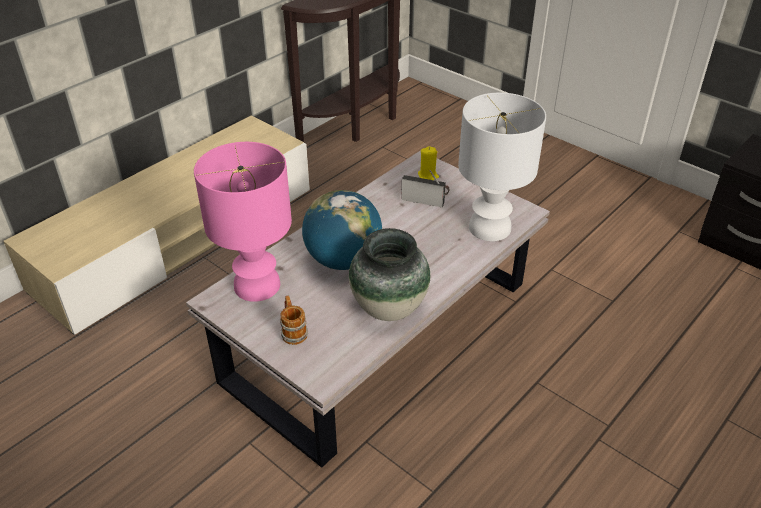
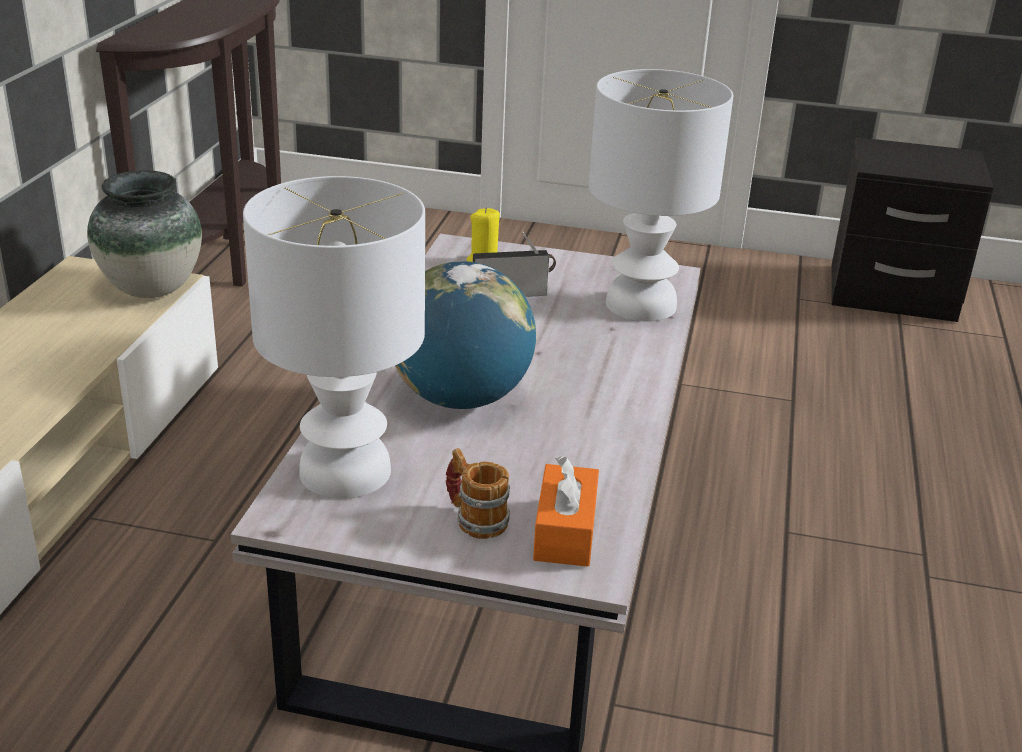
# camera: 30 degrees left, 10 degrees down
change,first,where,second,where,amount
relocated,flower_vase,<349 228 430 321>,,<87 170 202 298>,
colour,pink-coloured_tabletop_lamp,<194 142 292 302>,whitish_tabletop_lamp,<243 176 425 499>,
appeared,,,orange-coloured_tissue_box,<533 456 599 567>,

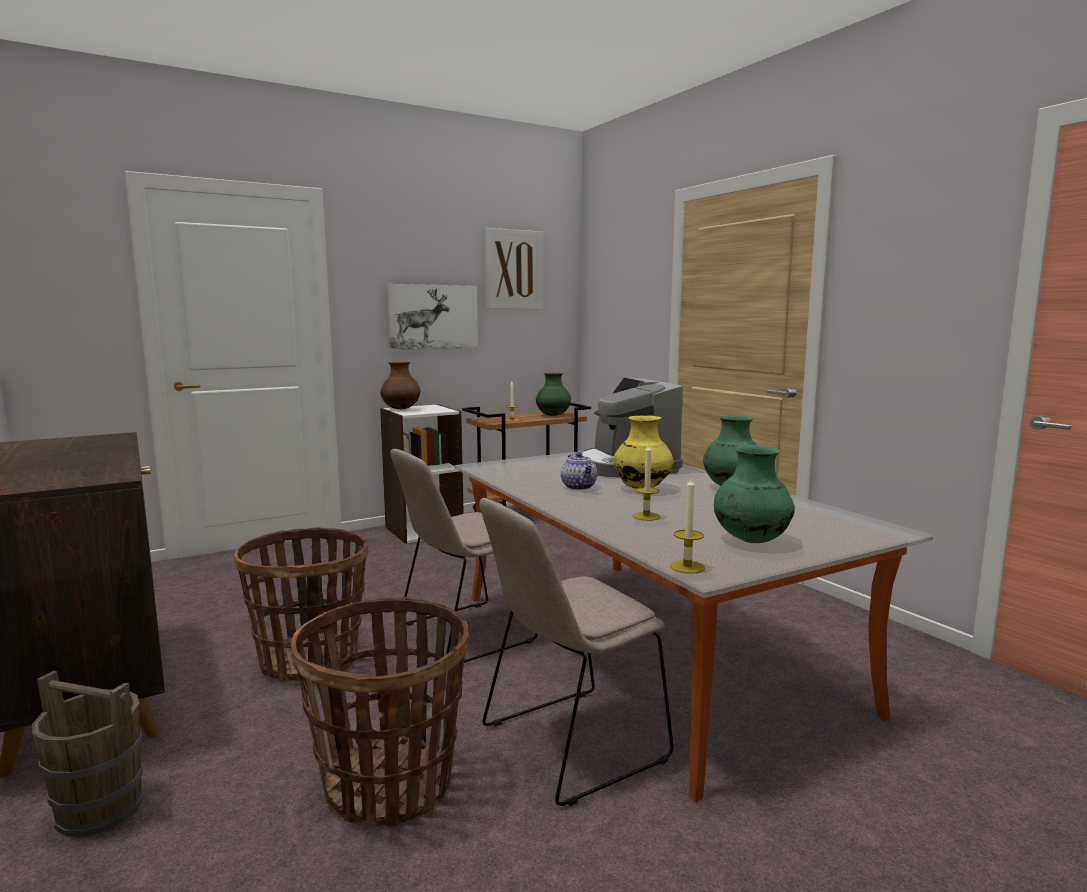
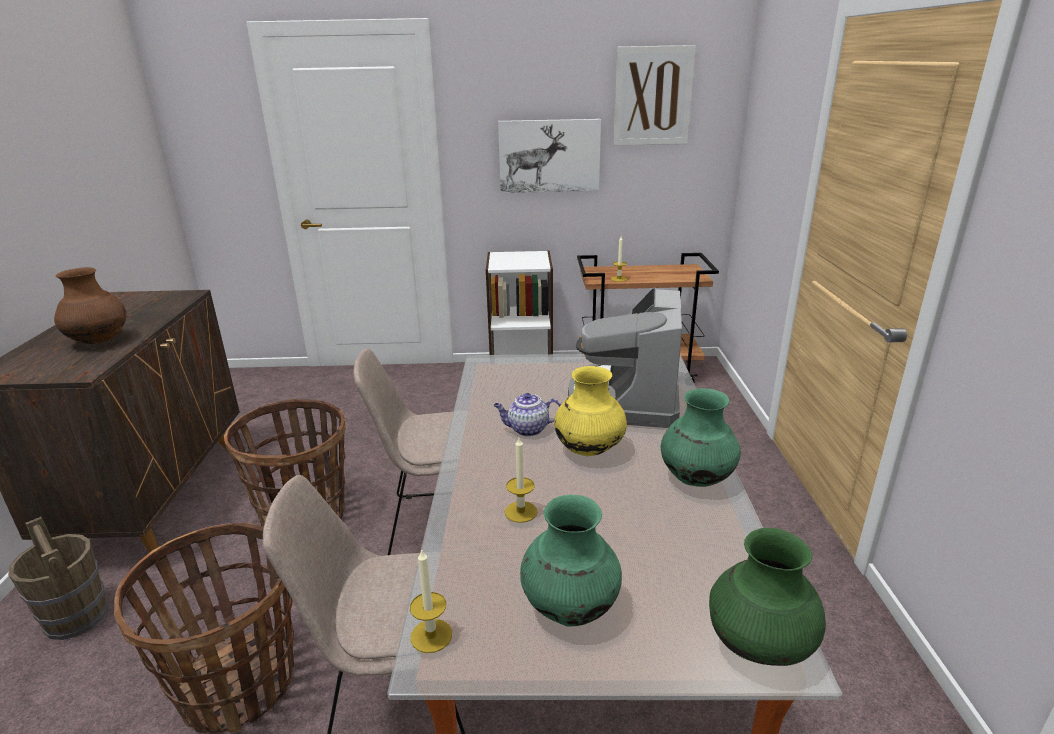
# camera: 30 degrees right, 15 degrees up
change,first,where,second,where,amount
relocated,brown-coloured_flower_vase,<380 362 420 409>,,<54 267 126 344>,
spun,pot_for_tea,<561 452 597 490>,,<494 393 561 436>,75 degrees clockwise
relocated,greenish_flower_vase,<536 373 571 416>,,<709 527 826 666>,

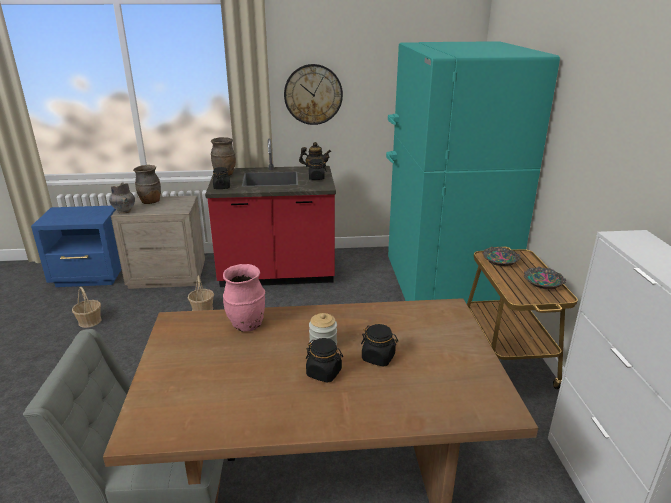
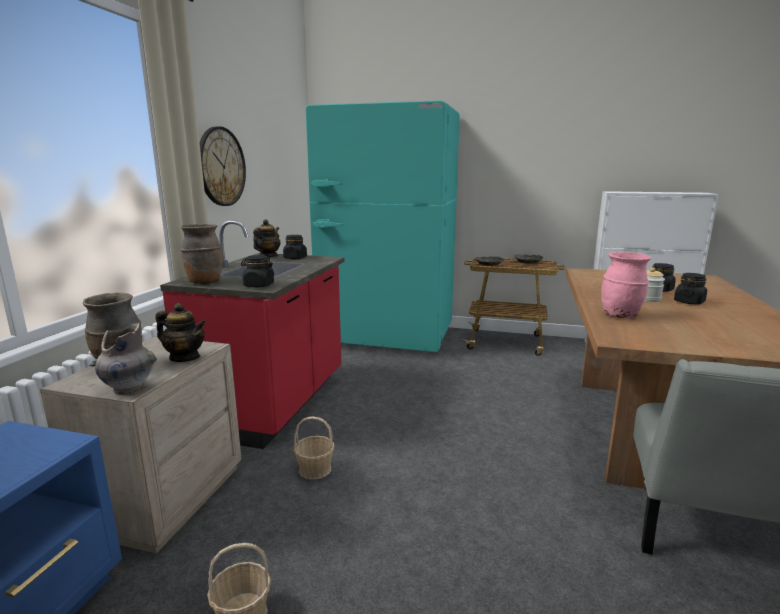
# camera: 70 degrees left, 10 degrees down
change,first,where,second,where,amount
appeared,,,pot_for_tea,<156 303 206 362>,

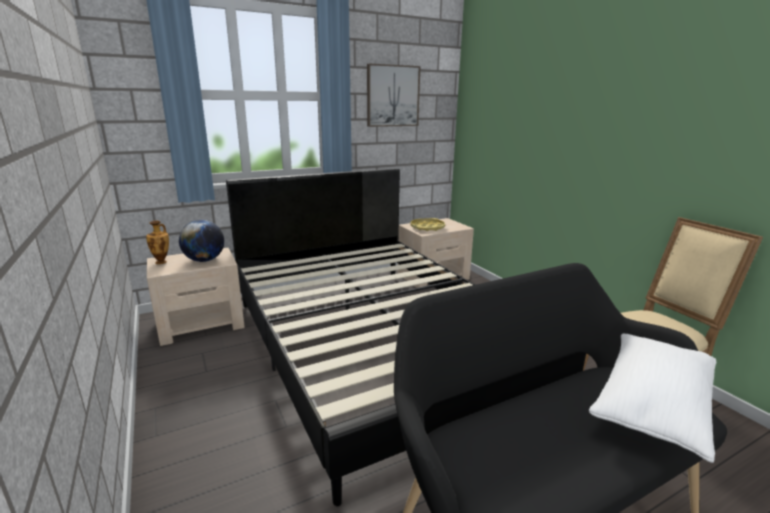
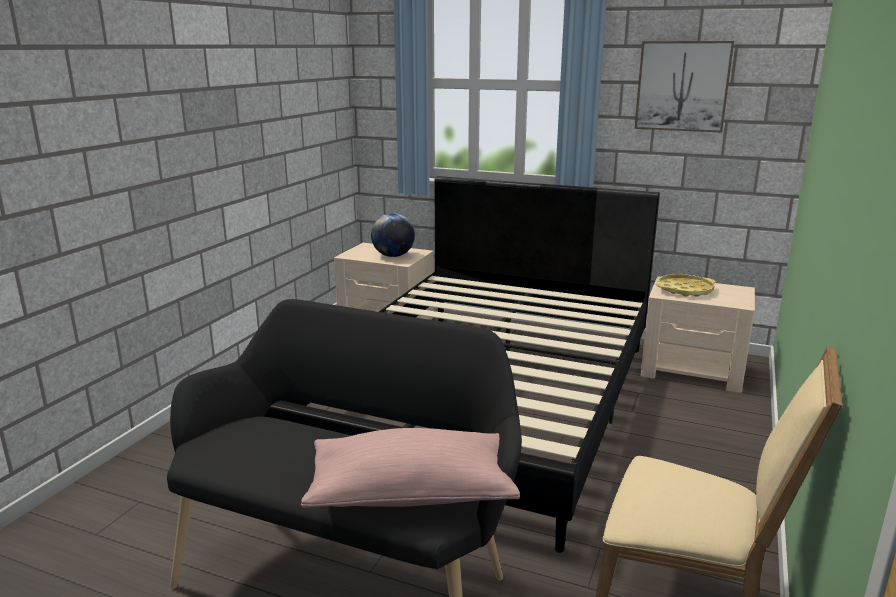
# camera: 50 degrees right, 0 degrees up
change,first,where,second,where,amount
colour,whitish_pillow,<589 334 717 463>,pink-coloured_pillow,<301 428 520 508>,
missing,flower_vase,<146 221 169 264>,,,

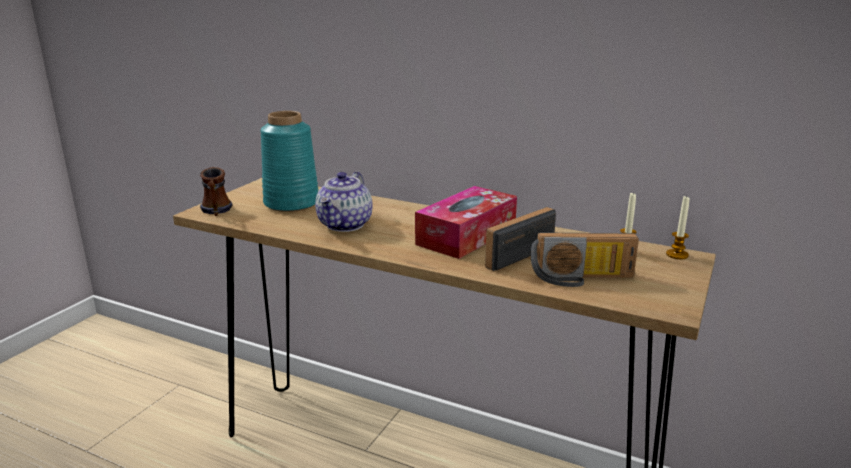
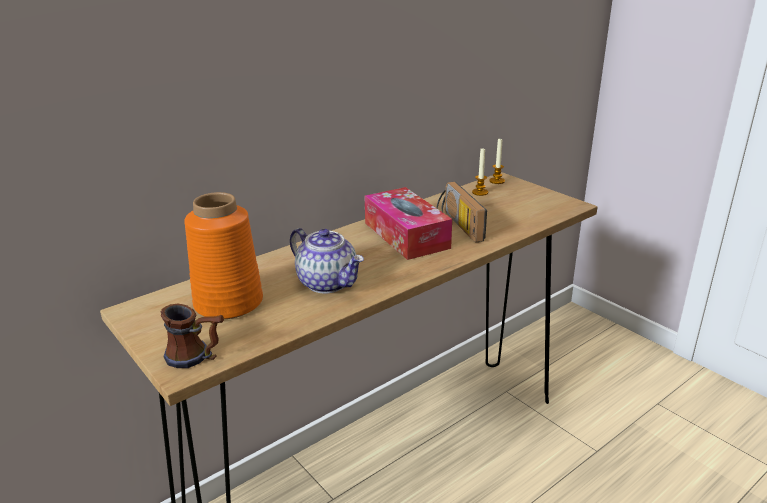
# camera: 65 degrees left, 5 degrees up
change,first,where,second,where,amount
colour,blue-green_flower_vase,<261 111 318 212>,orange-coloured_flower_vase,<184 192 263 319>,
missing,radio_receiver,<531 232 639 287>,,,

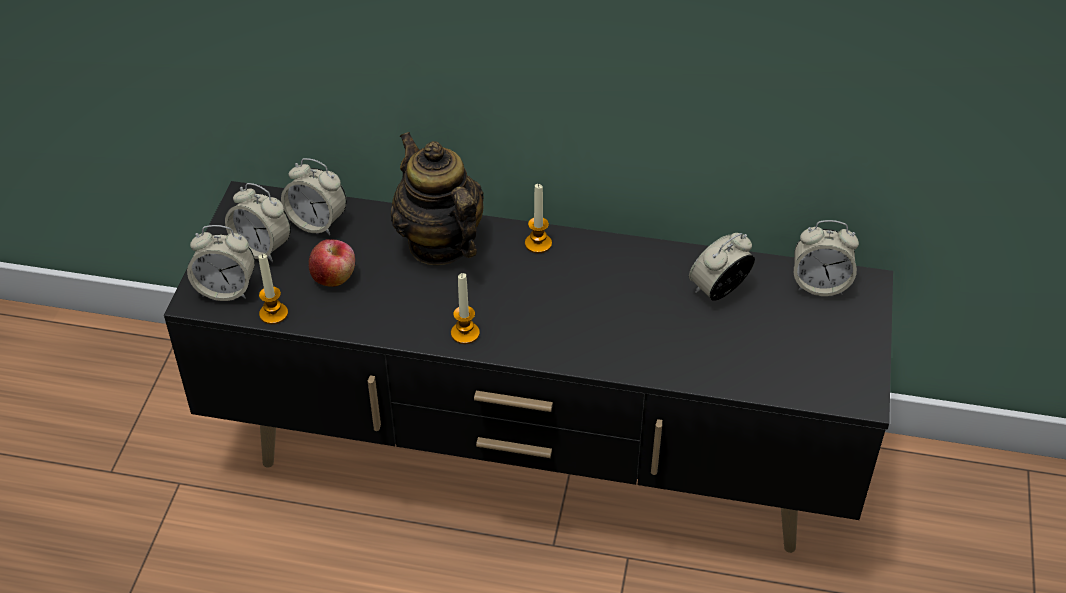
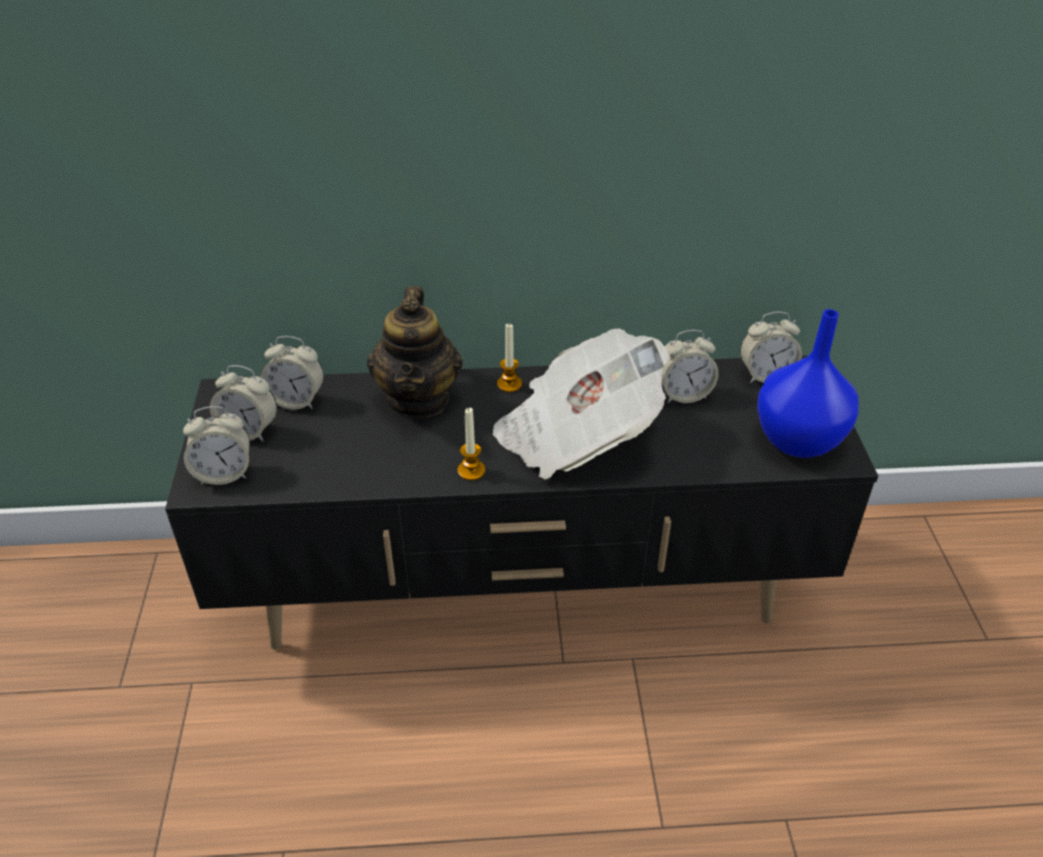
# camera: 15 degrees left, 5 degrees down
change,first,where,second,where,amount
spun,pot_for_tea,<391 132 484 265>,,<367 286 462 418>,135 degrees counterclockwise
appeared,,,newspaper,<493 328 670 479>,
spun,alarm_clock,<689 233 755 301>,,<661 330 719 403>,135 degrees counterclockwise
appeared,,,blue_flower_vase,<757 309 859 458>,
missing,candle,<258 254 288 324>,,,
missing,apple,<309 239 355 287>,,,

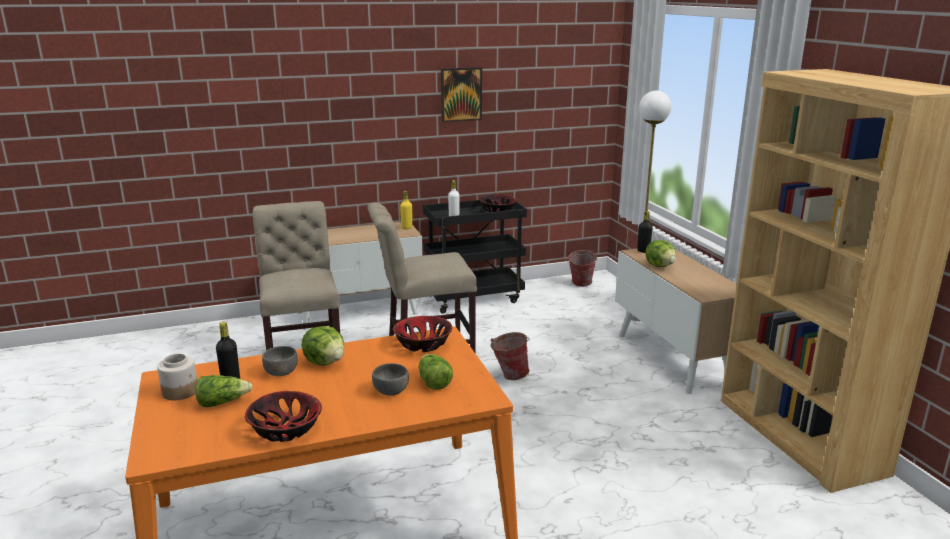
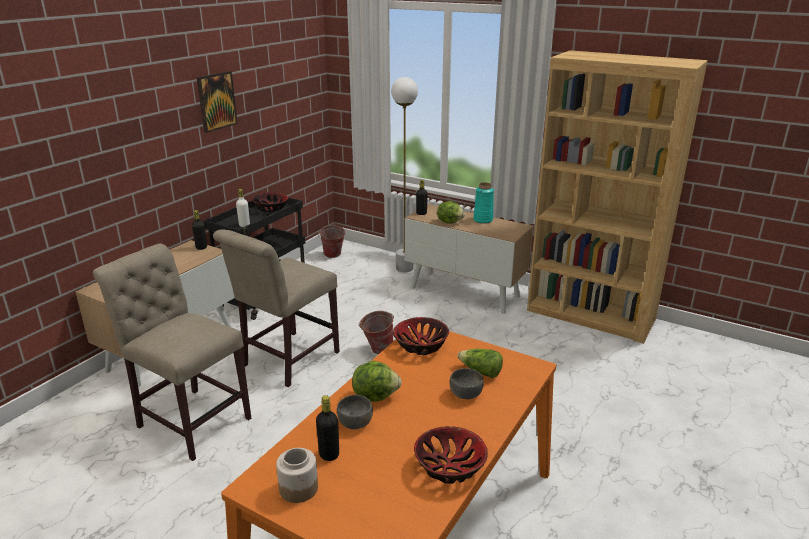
# camera: 40 degrees left, 5 degrees up
change,first,where,second,where,amount
colour,yellowish_drink_bottle,<400 191 413 229>,black-coloured_drink_bottle,<192 210 207 250>,
appeared,,,blue-green_flower_vase,<473 182 494 224>,
missing,lettuce_head,<195 375 253 407>,,,

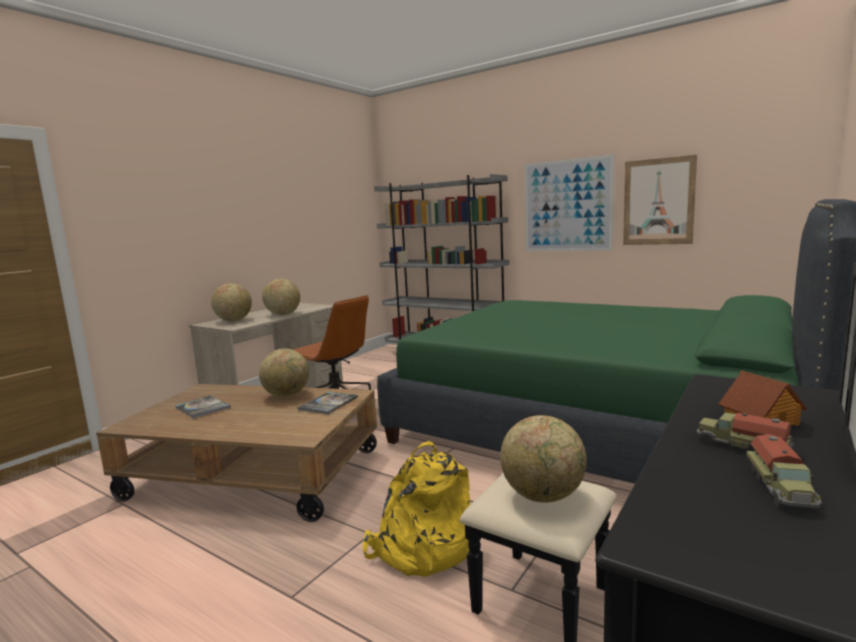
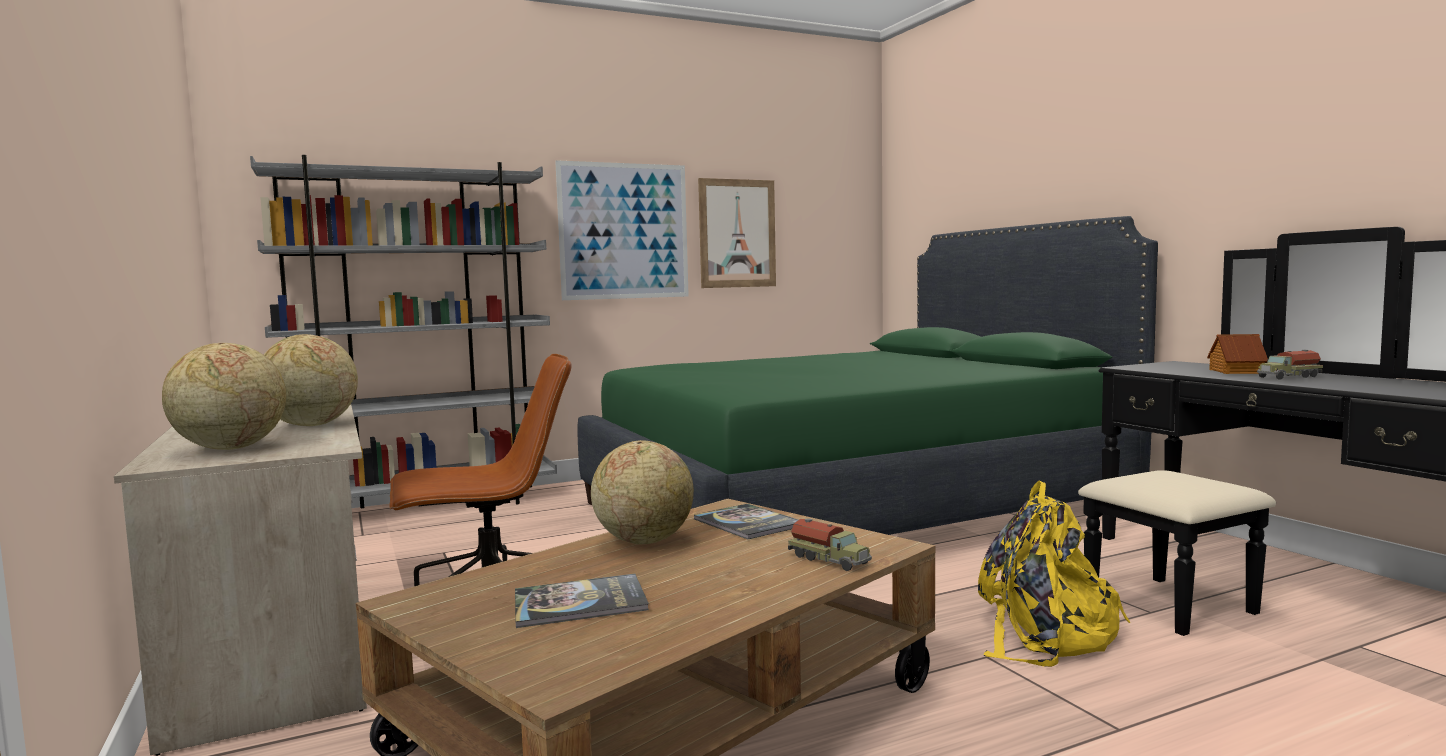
# camera: 60 degrees left, 5 degrees down
change,first,where,second,where,amount
relocated,toy_truck,<746 434 822 510>,,<788 519 872 571>,
missing,globe,<500 415 587 503>,,,

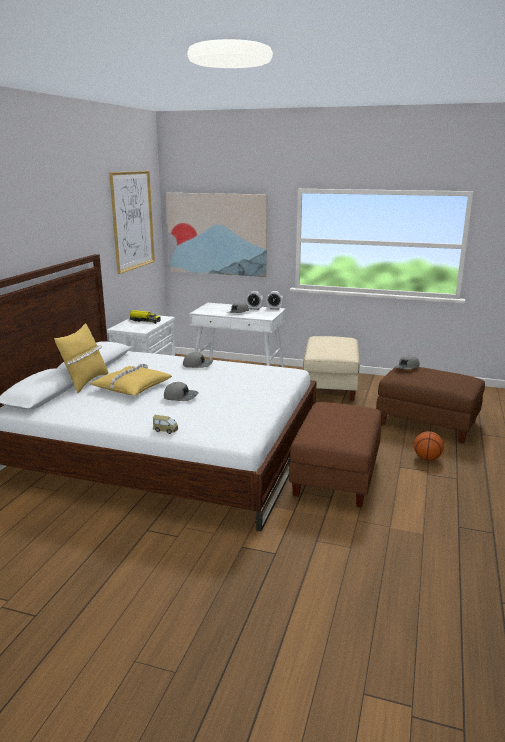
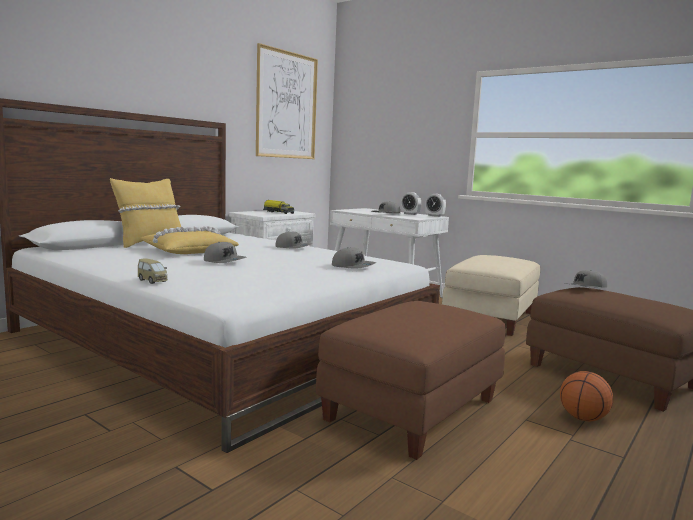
# camera: 20 degrees right, 10 degrees down
change,first,where,second,where,amount
appeared,,,gray_cap,<332 247 376 269>,
missing,picture,<166 193 267 277>,,,

